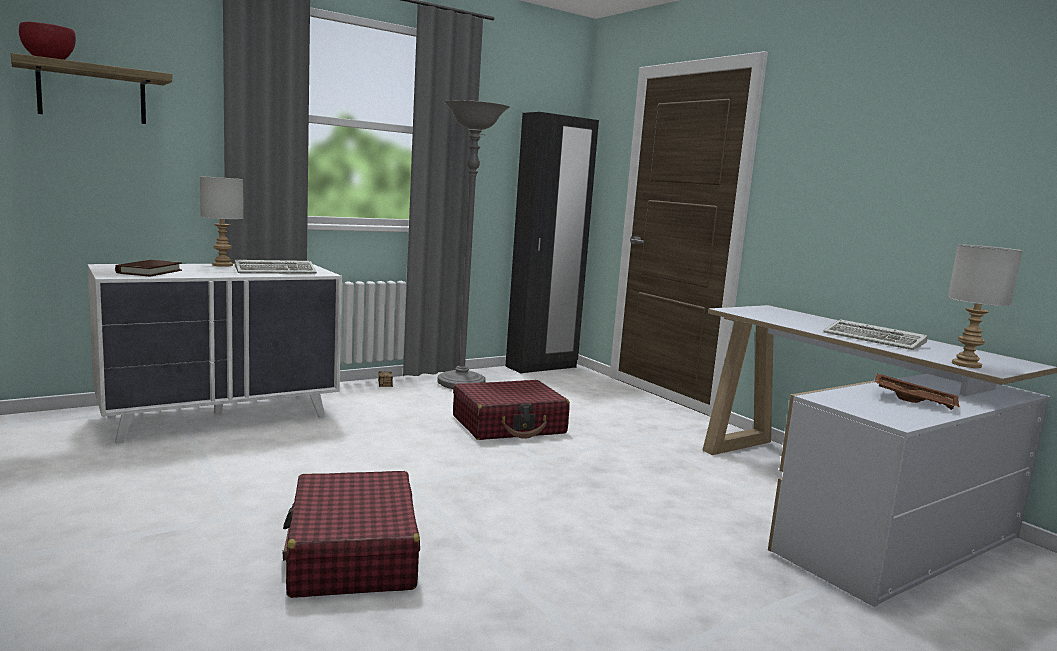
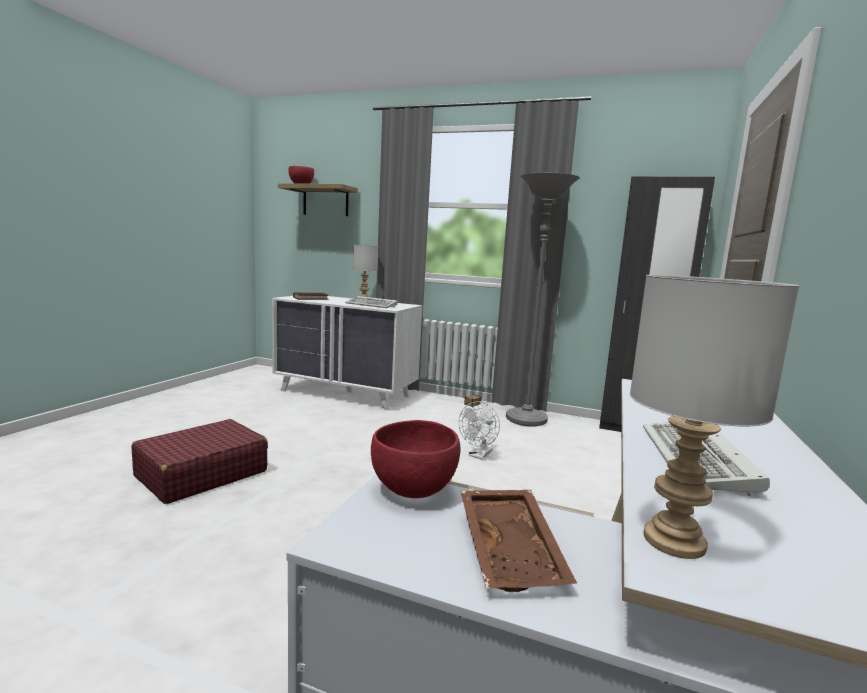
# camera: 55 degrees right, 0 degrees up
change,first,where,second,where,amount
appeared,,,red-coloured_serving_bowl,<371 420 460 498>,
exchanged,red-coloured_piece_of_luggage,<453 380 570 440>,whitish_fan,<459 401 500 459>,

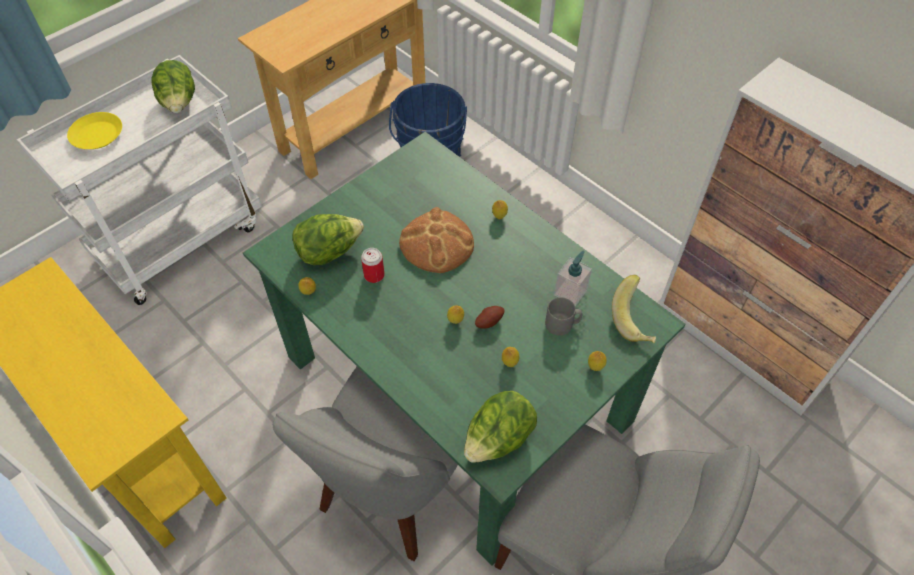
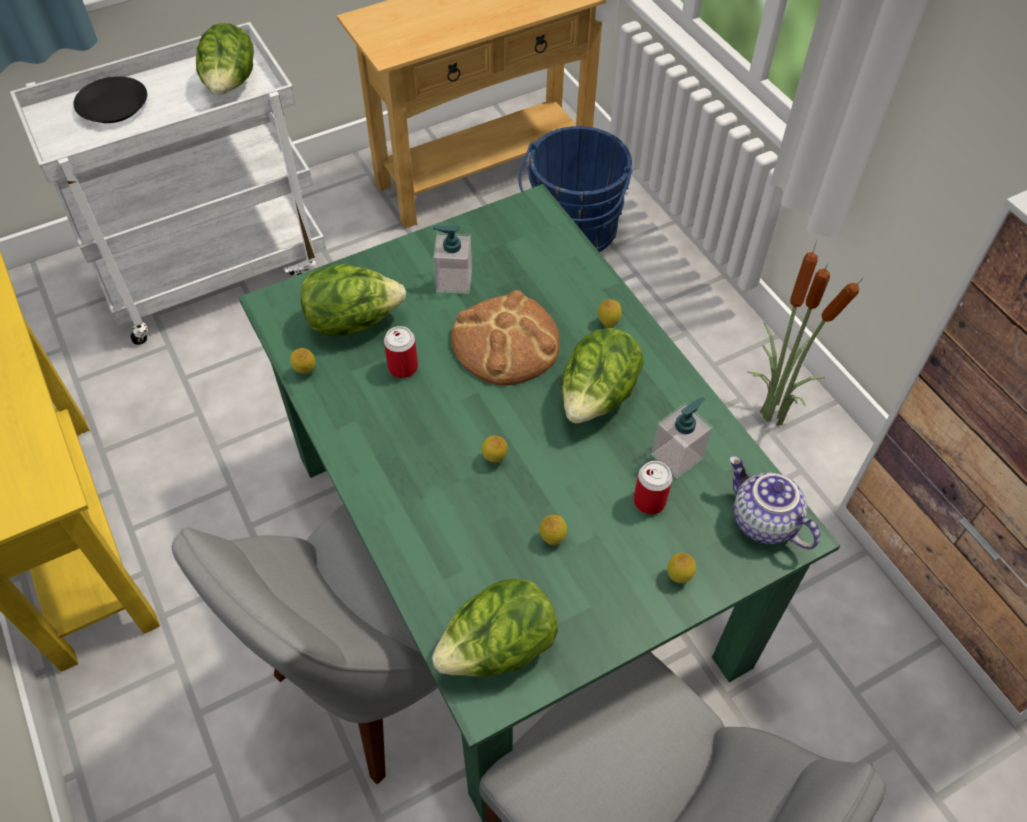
# camera: 15 degrees right, 0 degrees up
change,first,where,second,where,amount
colour,yellowish_flat_dish,<67 112 122 149>,black-coloured_flat_dish,<73 76 147 123>,
appeared,,,soap_dispenser,<433 225 472 294>,
appeared,,,lettuce_head,<561 328 644 424>,
exchanged,gray_coffee_mug,<545 297 582 336>,metal_can,<633 461 673 514>,
exchanged,whole_banana,<612 275 656 343>,pot_for_tea,<729 456 820 549>,
appeared,,,houseplant,<747 238 865 425>,
missing,potato,<475 306 505 329>,,,

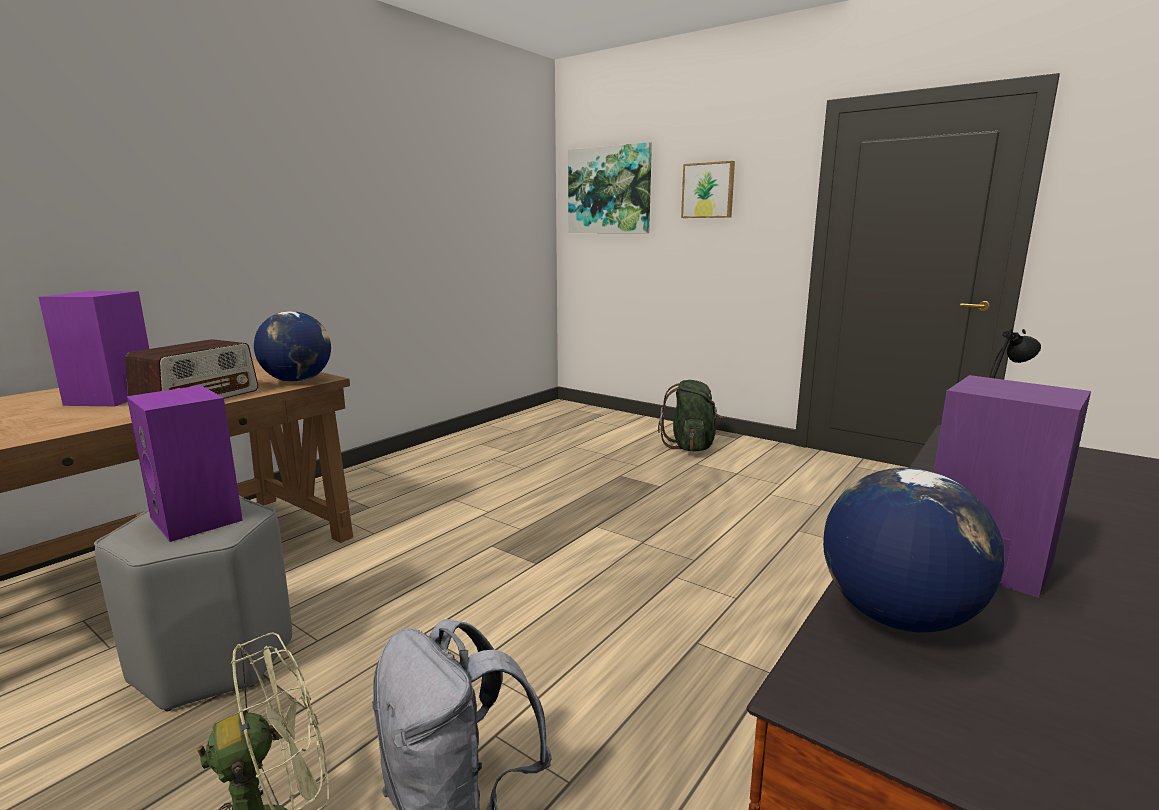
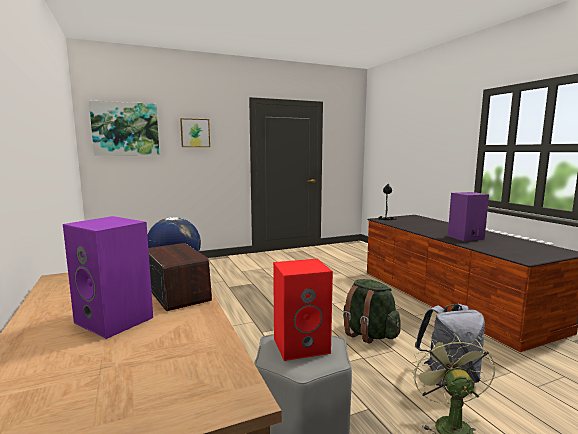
# camera: 60 degrees left, 5 degrees down
change,first,where,second,where,amount
colour,purple-coloured_audio_speaker,<127 385 243 542>,red-coloured_audio_speaker,<273 259 333 361>,
relocated,greenish_knapsack,<658 380 723 452>,,<343 279 401 344>,
missing,globe,<823 468 1004 632>,,,

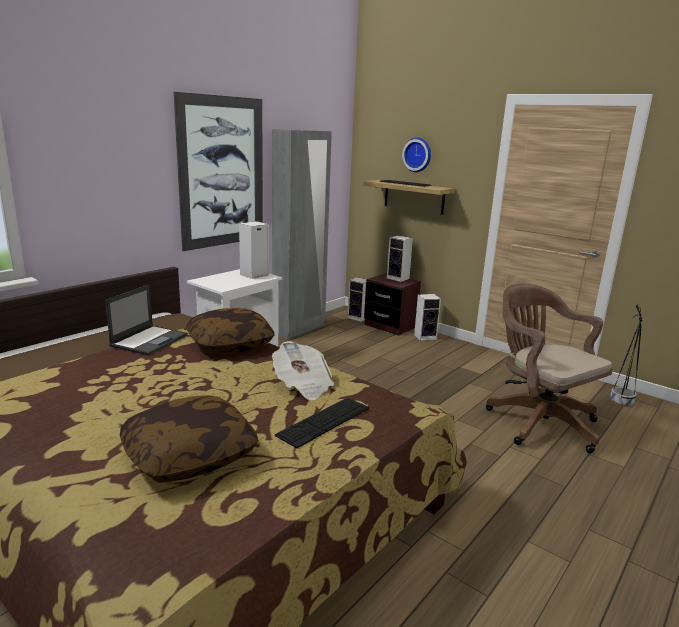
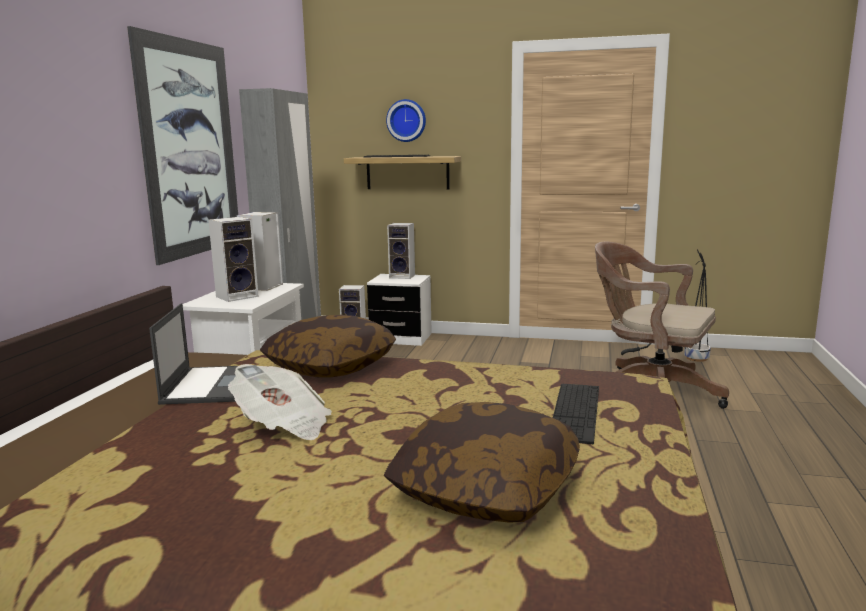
# camera: 25 degrees left, 5 degrees down
change,first,where,second,where,amount
relocated,audio_speaker,<414 294 441 341>,,<208 217 259 302>,
relocated,newspaper,<272 341 334 400>,,<228 364 332 440>,
colour,brown-coloured_nightstand,<364 273 421 336>,whitish_nightstand,<367 274 432 346>,

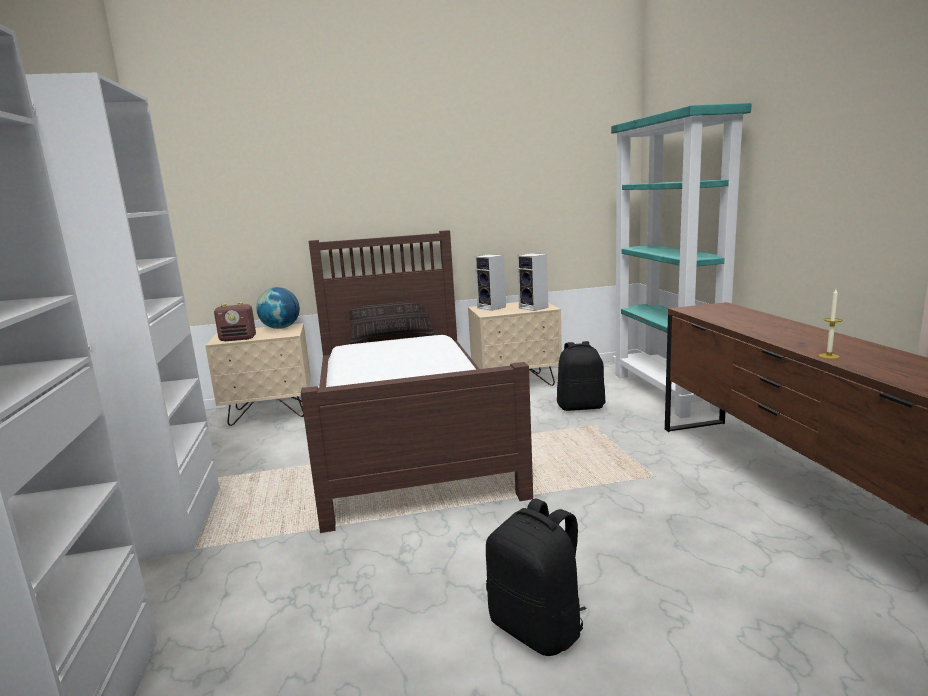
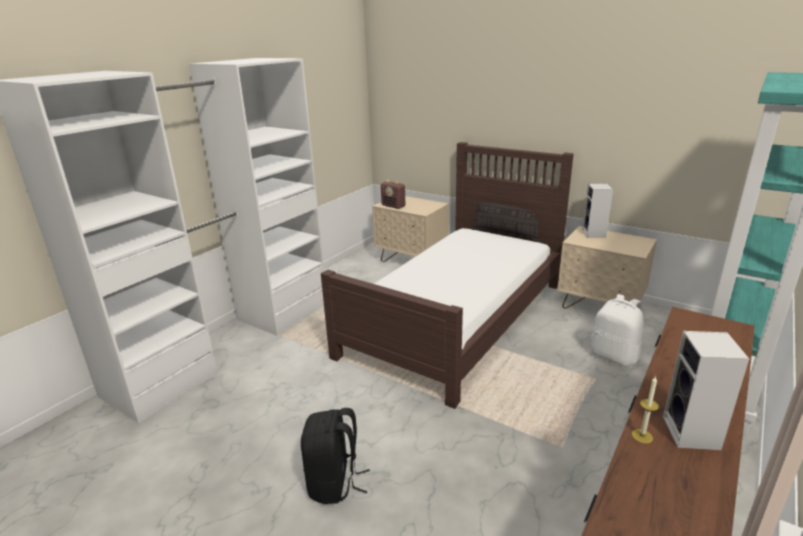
# camera: 45 degrees right, 10 degrees up
change,first,where,second,where,amount
colour,black-coloured_knapsack,<557 341 606 411>,whitish_knapsack,<591 294 644 367>,
relocated,audio_speaker,<517 253 548 311>,,<663 331 749 450>,
missing,globe,<256 287 300 329>,,,

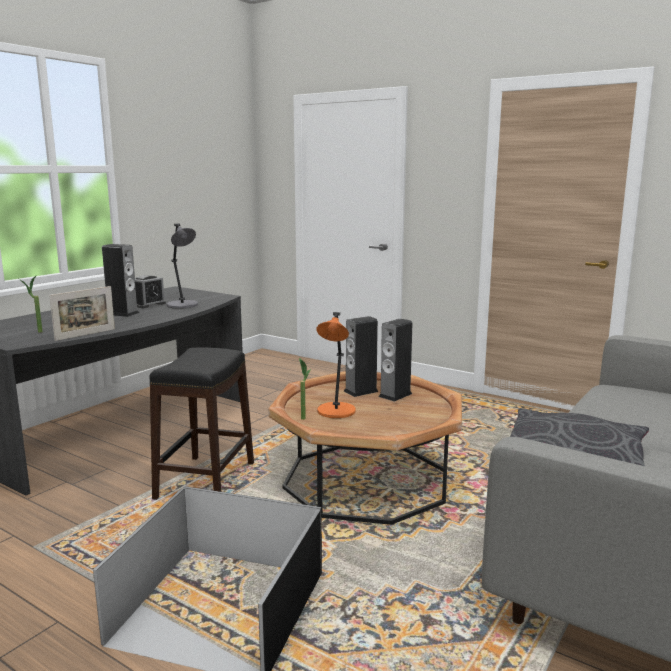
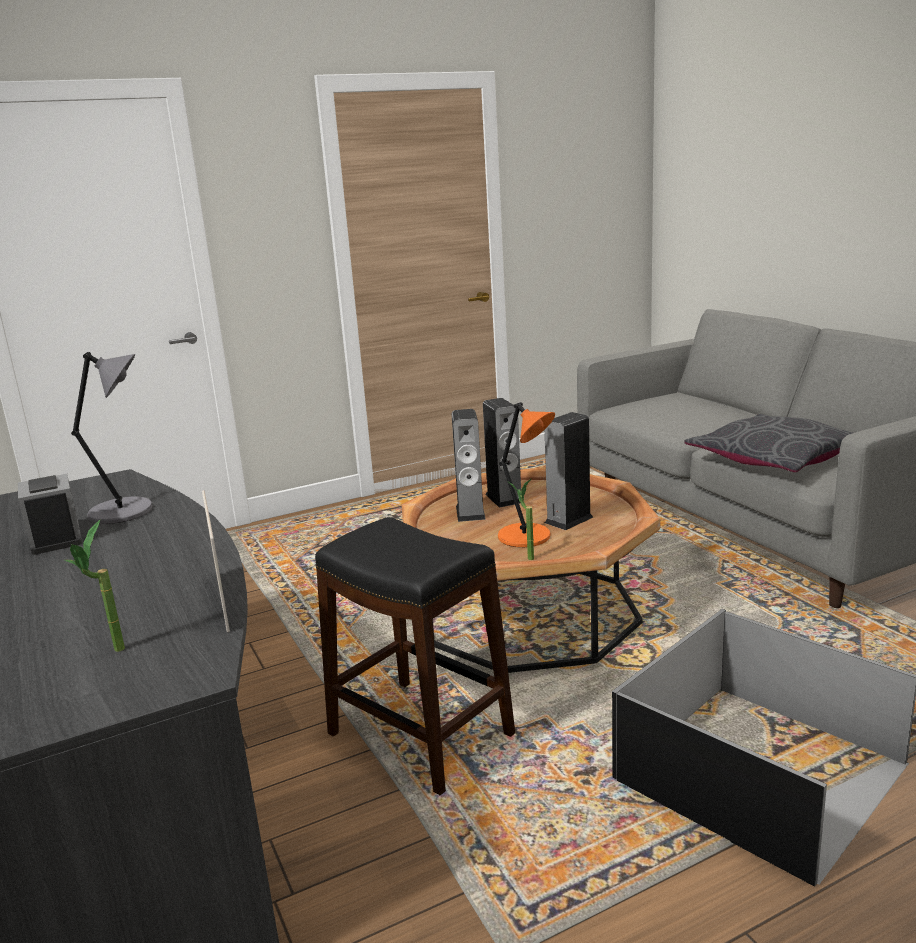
# camera: 60 degrees left, 5 degrees up
change,first,where,second,where,amount
relocated,audio_speaker,<102 244 139 317>,,<545 412 593 530>,

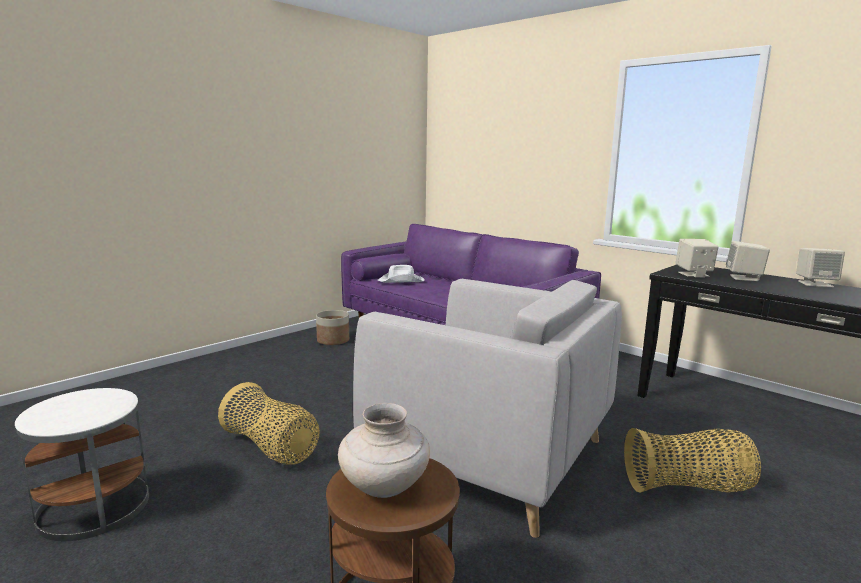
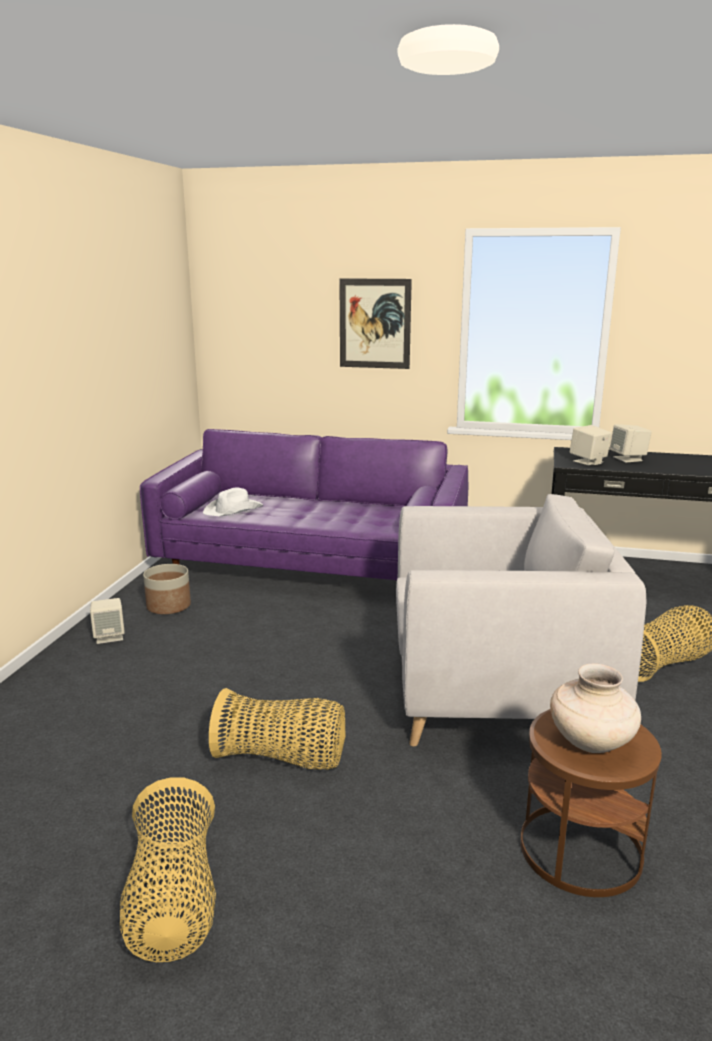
# camera: 30 degrees left, 5 degrees up
change,first,where,second,where,amount
relocated,beige_audio_speaker,<796 248 845 287>,,<90 598 125 644>,
exchanged,whitish_side_table,<15 388 149 541>,basket,<120 777 216 962>,
appeared,,,picture,<339 278 412 369>,

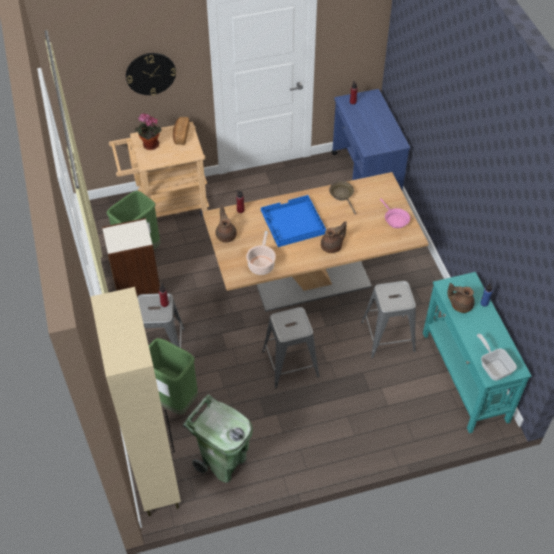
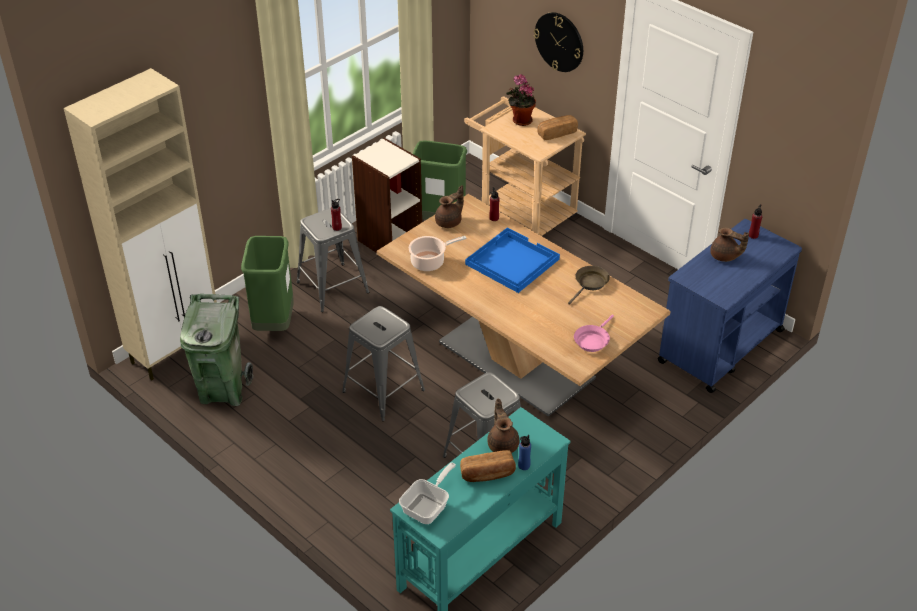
# camera: 60 degrees right, 10 degrees down
change,first,where,second,where,amount
appeared,,,bread,<460 450 516 482>,
relocated,brown-coloured_pot_for_tea,<321 221 347 253>,,<710 227 749 262>,

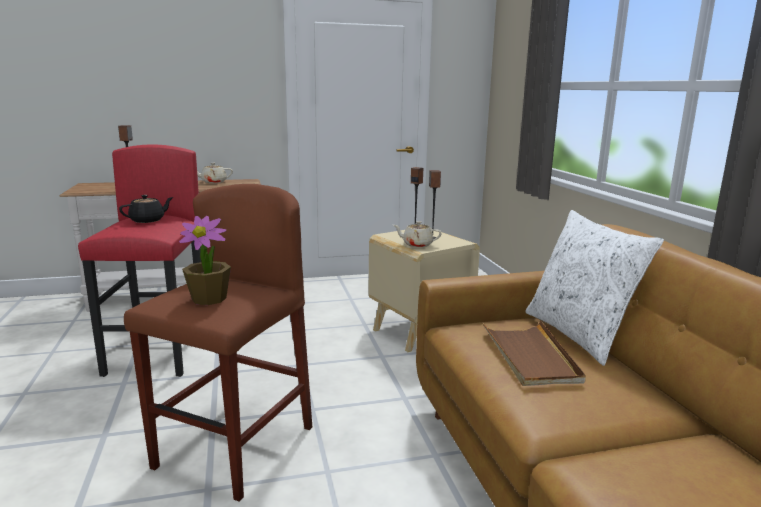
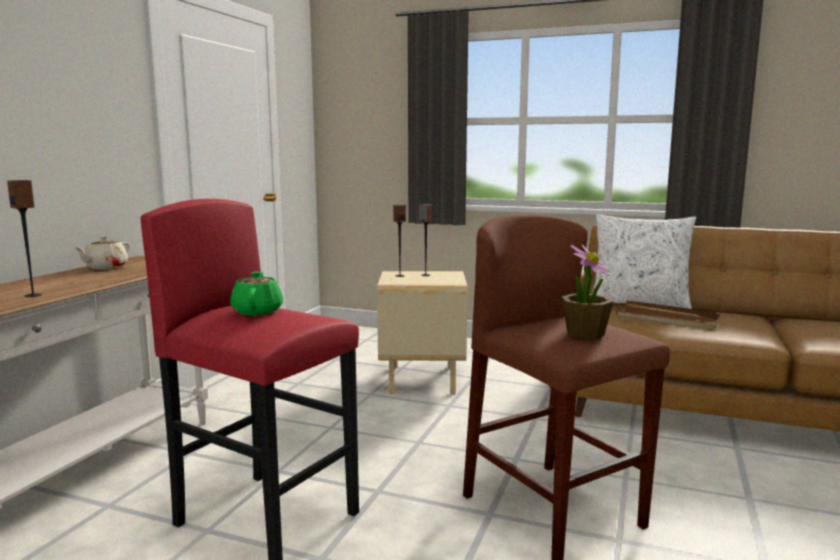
# camera: 55 degrees left, 5 degrees down
change,first,where,second,where,amount
colour,black-coloured_pot_for_tea,<119 195 173 223>,greenish_pot_for_tea,<230 272 283 315>,
missing,beige_pot_for_tea,<394 221 442 247>,,,

